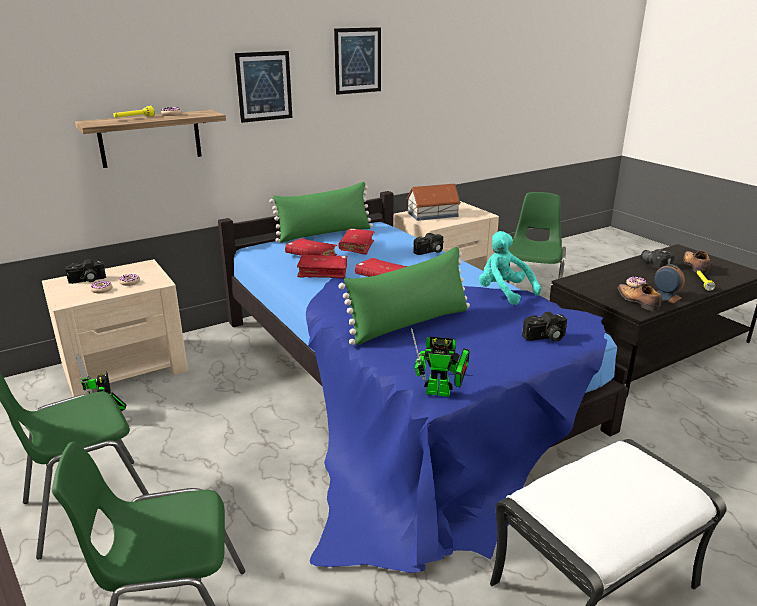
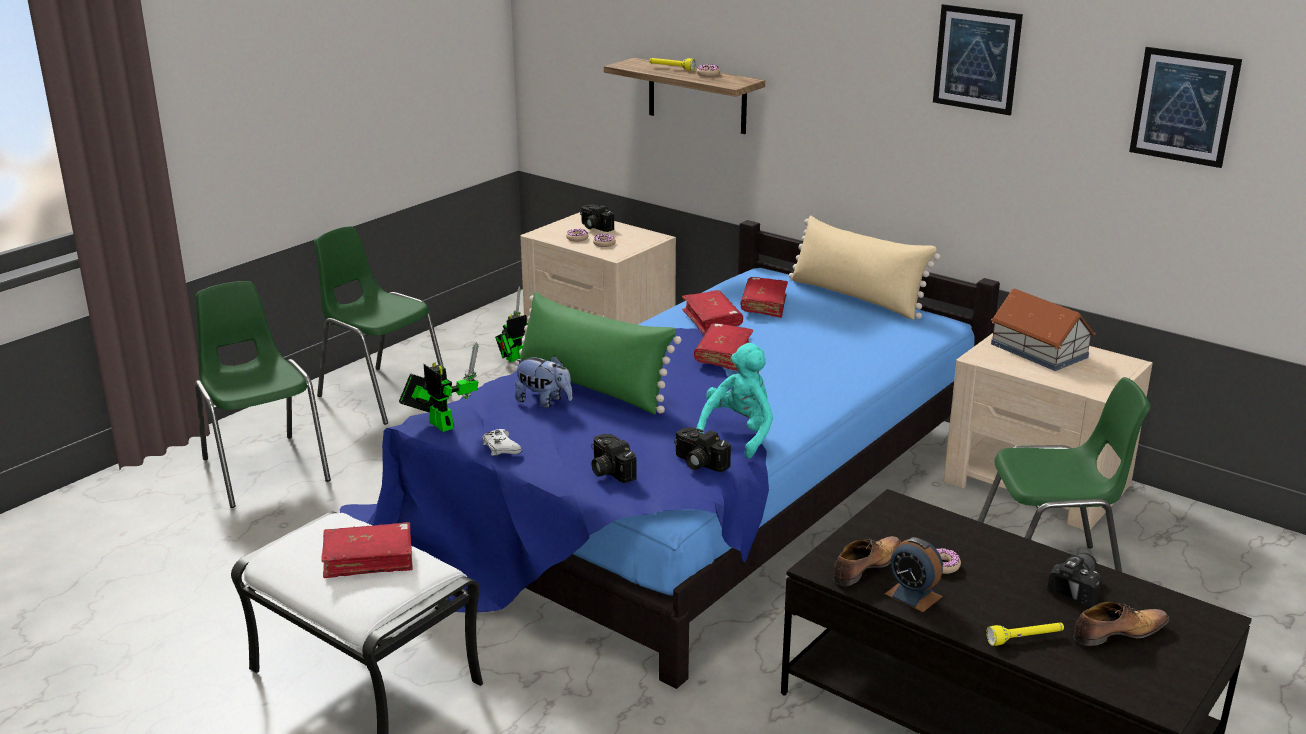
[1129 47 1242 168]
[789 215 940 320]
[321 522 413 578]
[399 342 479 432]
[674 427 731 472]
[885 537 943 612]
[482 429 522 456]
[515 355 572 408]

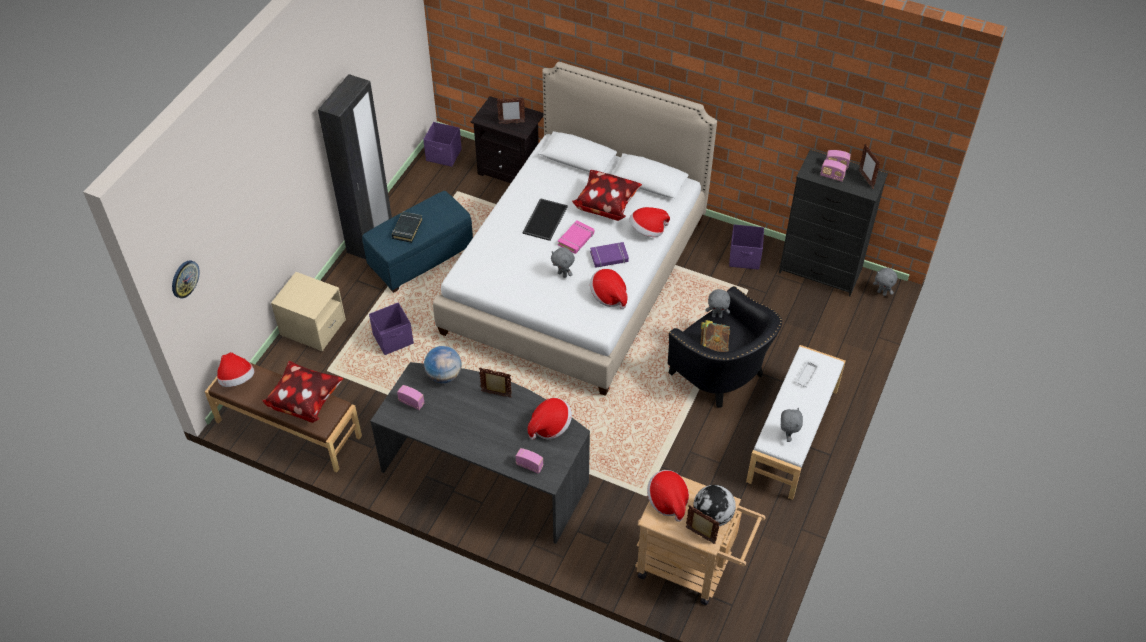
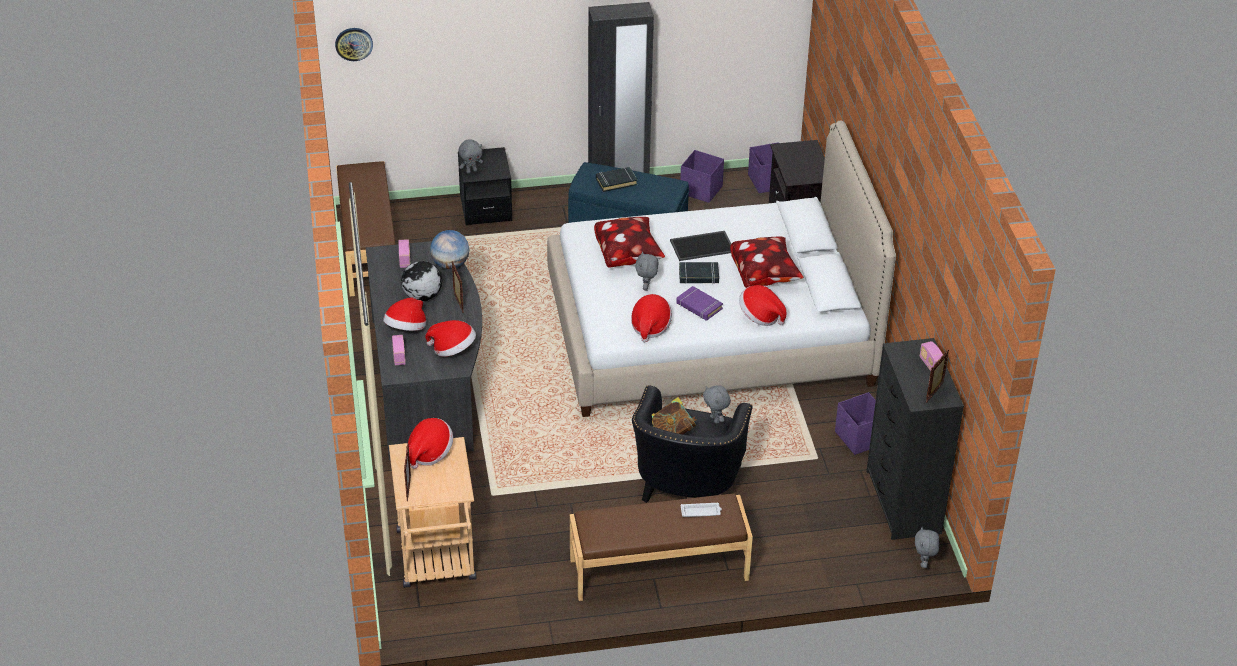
[383 297 426 331]
[594 217 665 267]
[458 147 512 225]
[680 150 724 203]
[497 97 525 124] (first image)
[679 262 719 284]
[401 261 442 301]
[570 493 753 601]
[459 139 483 173]
[820 160 847 182] (first image)

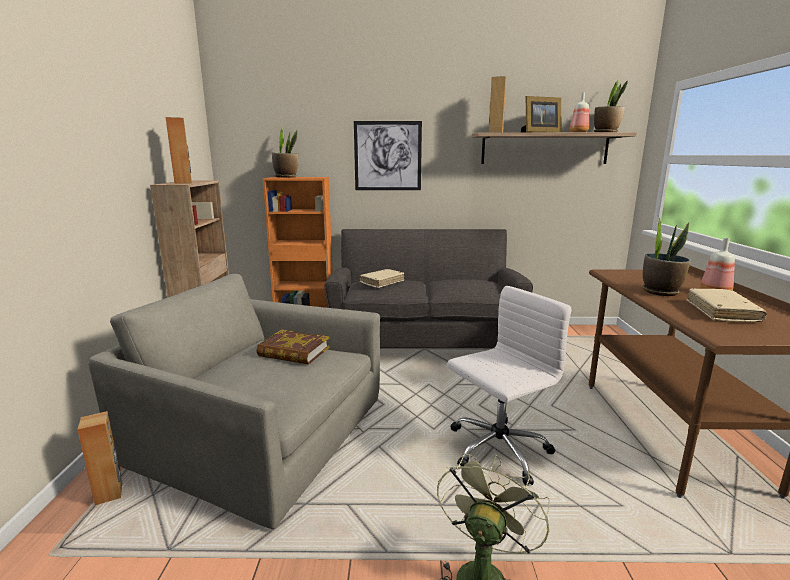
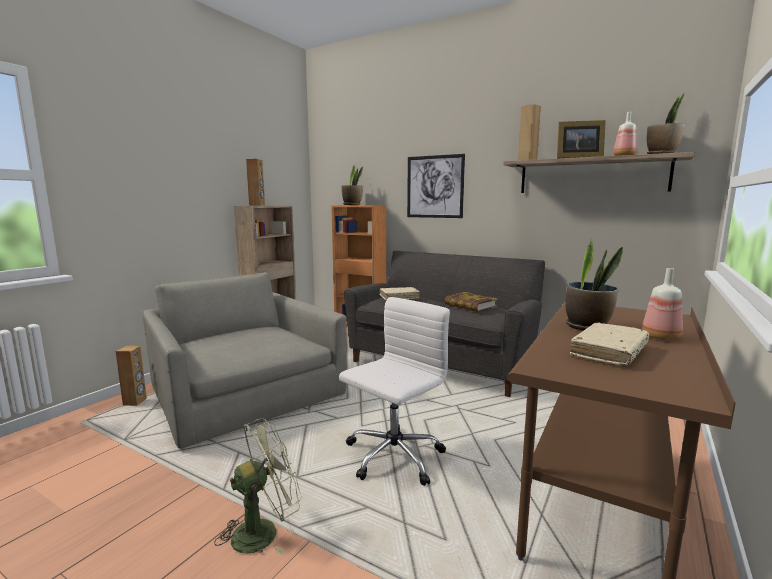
[444 292 498 312]
[339 297 450 486]

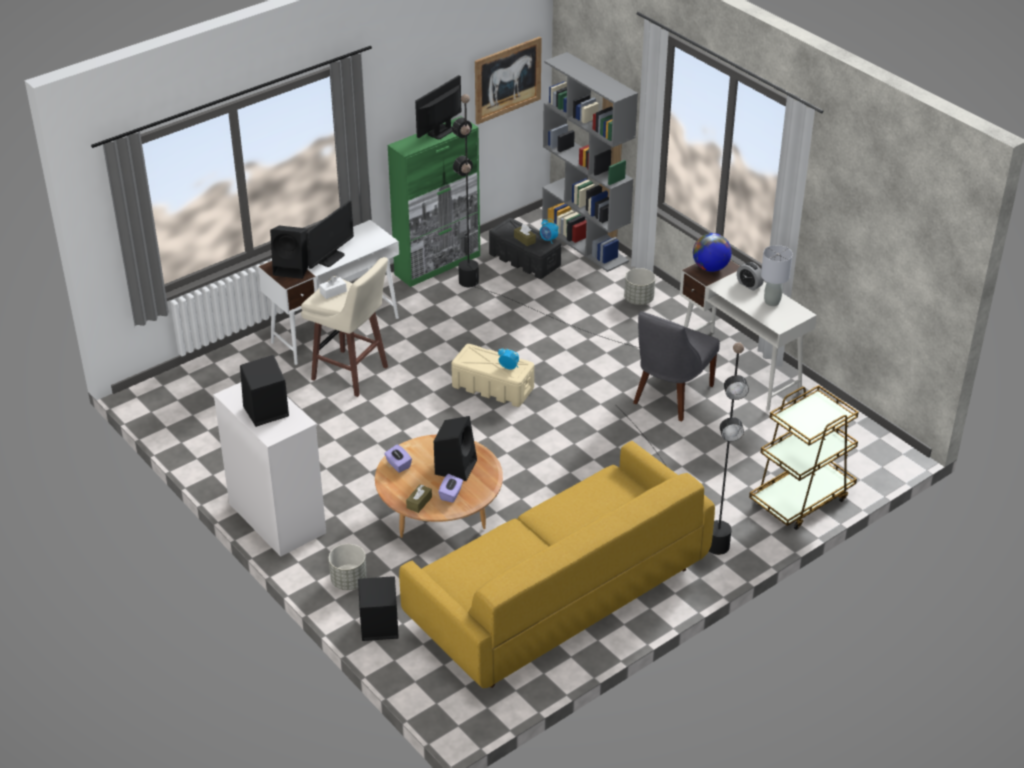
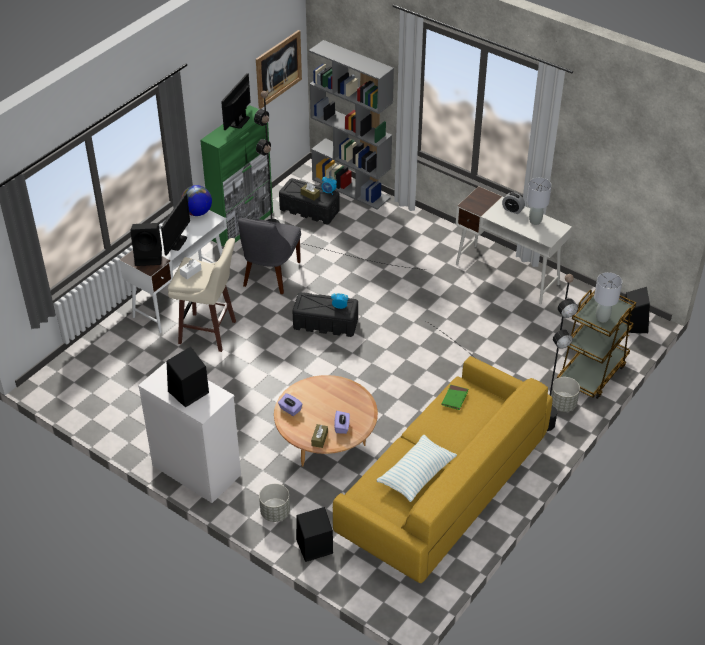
[623 287 650 333]
[293 292 358 337]
[551 377 580 412]
[238 218 301 294]
[181 185 212 216]
[377 435 457 502]
[441 385 468 410]
[594 272 622 322]

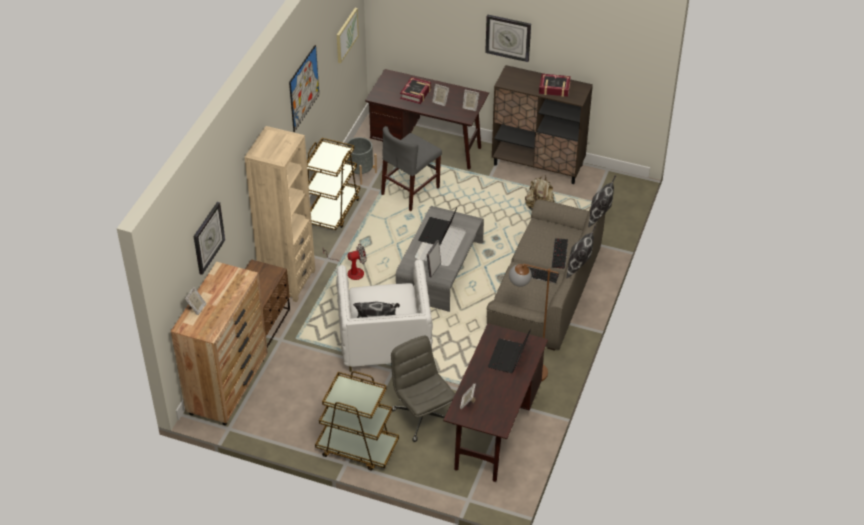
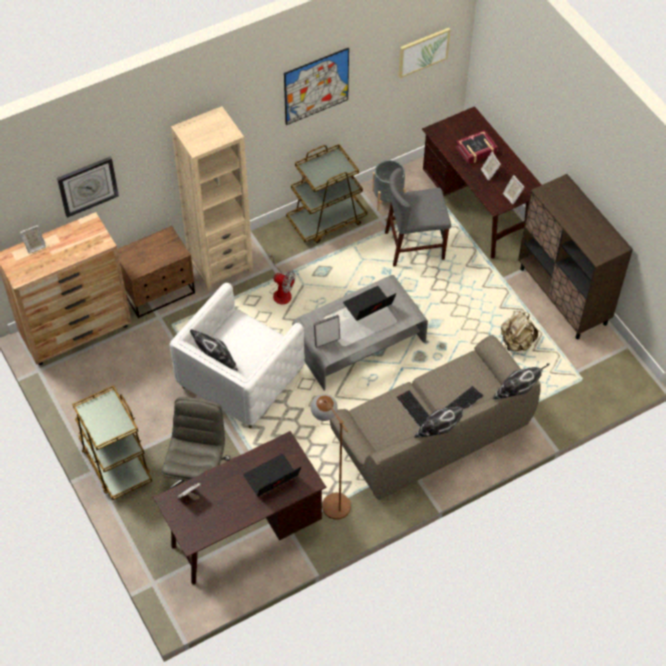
[485 14 531 62] (first image)
[539 74 571 97] (first image)

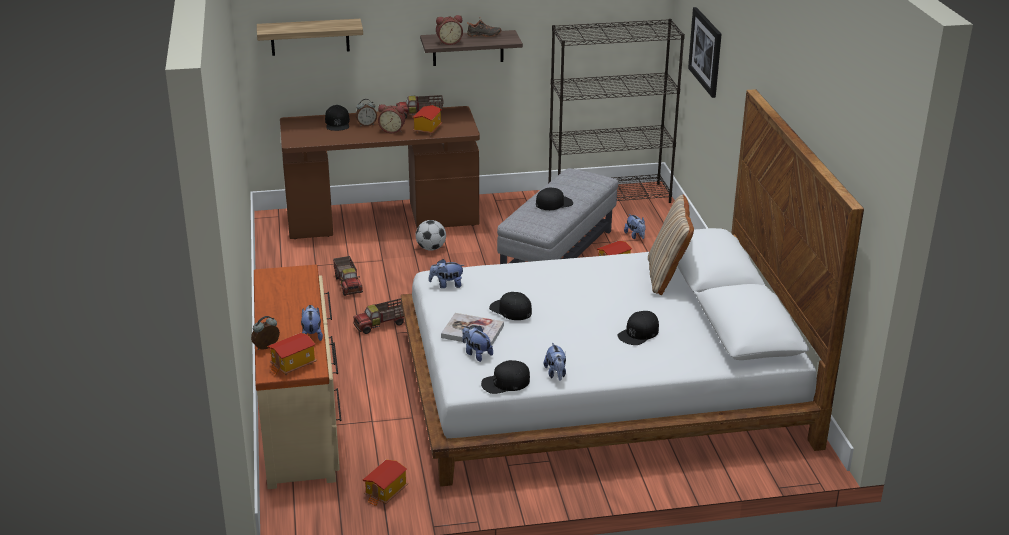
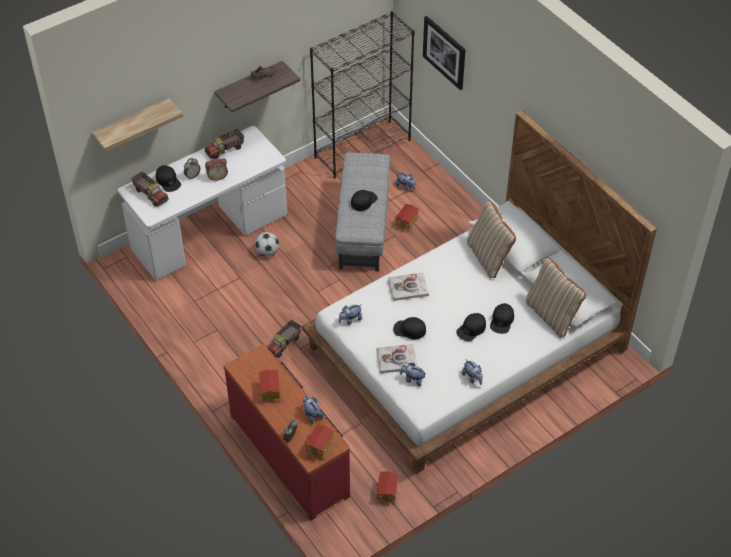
[223 344 350 521]
[118 126 287 280]
[131 171 169 207]
[259 369 281 402]
[436 15 463 45] (first image)
[456 313 486 341]
[388 272 429 301]
[526 257 586 337]

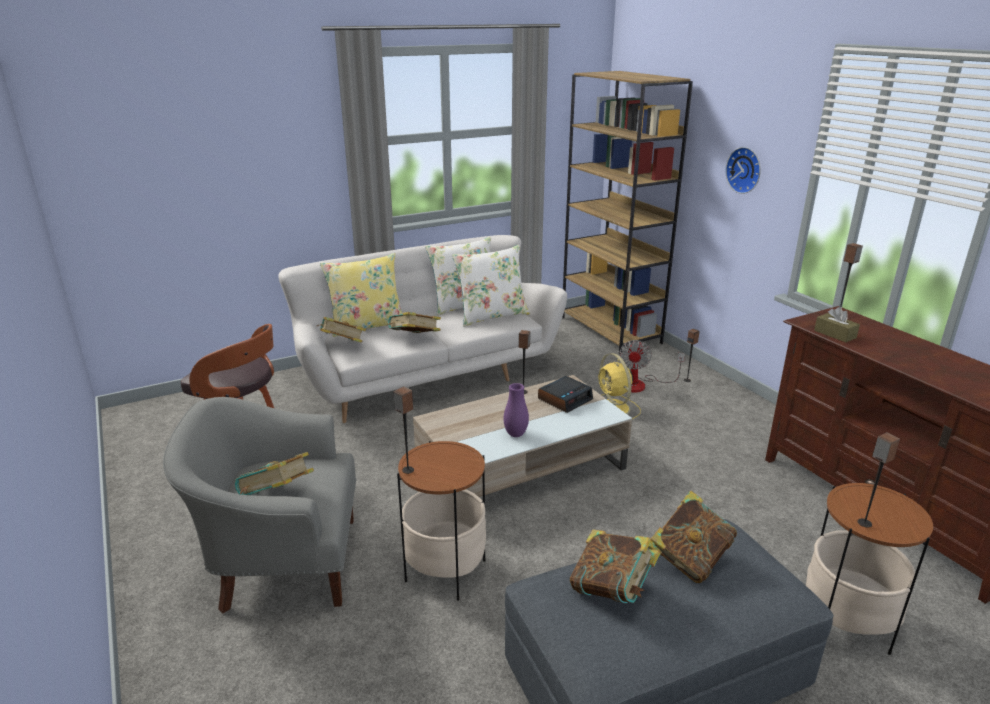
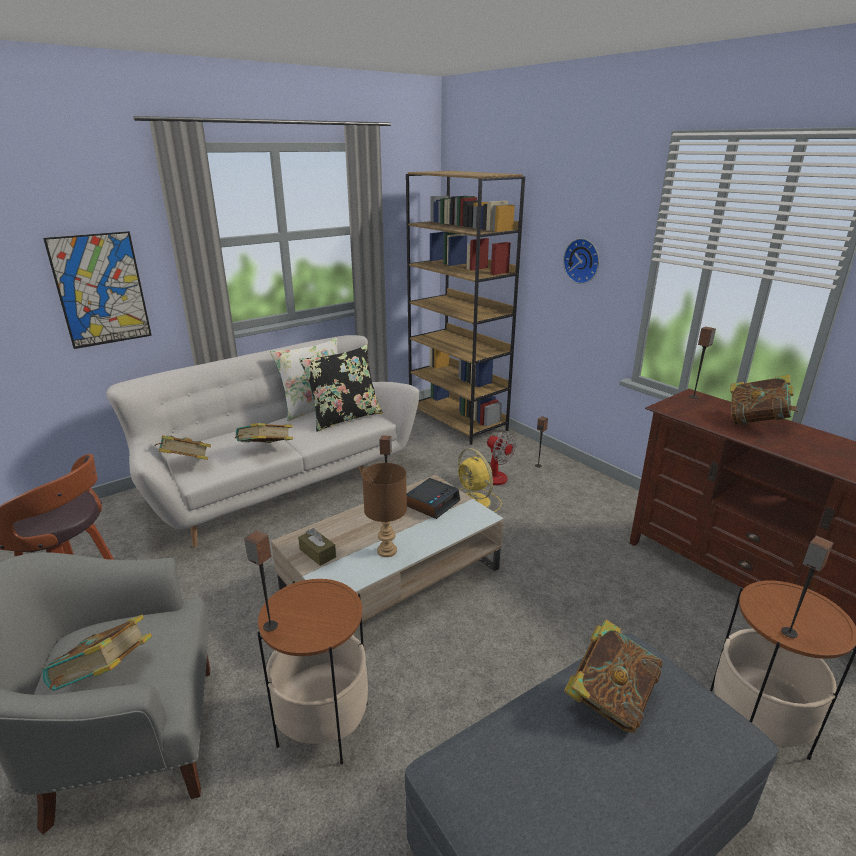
[320 253 402 337] (first image)
[299 345 383 432]
[362 463 407 557]
[730 375 798 425]
[487 431 517 485]
[298 528 336 566]
[43 231 152 349]

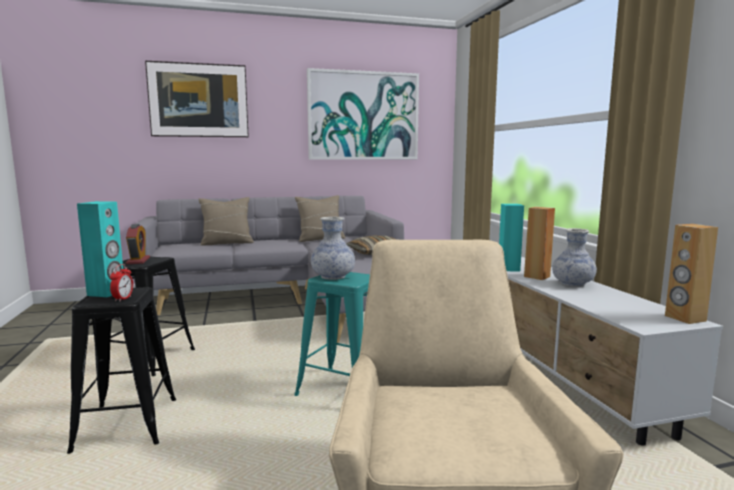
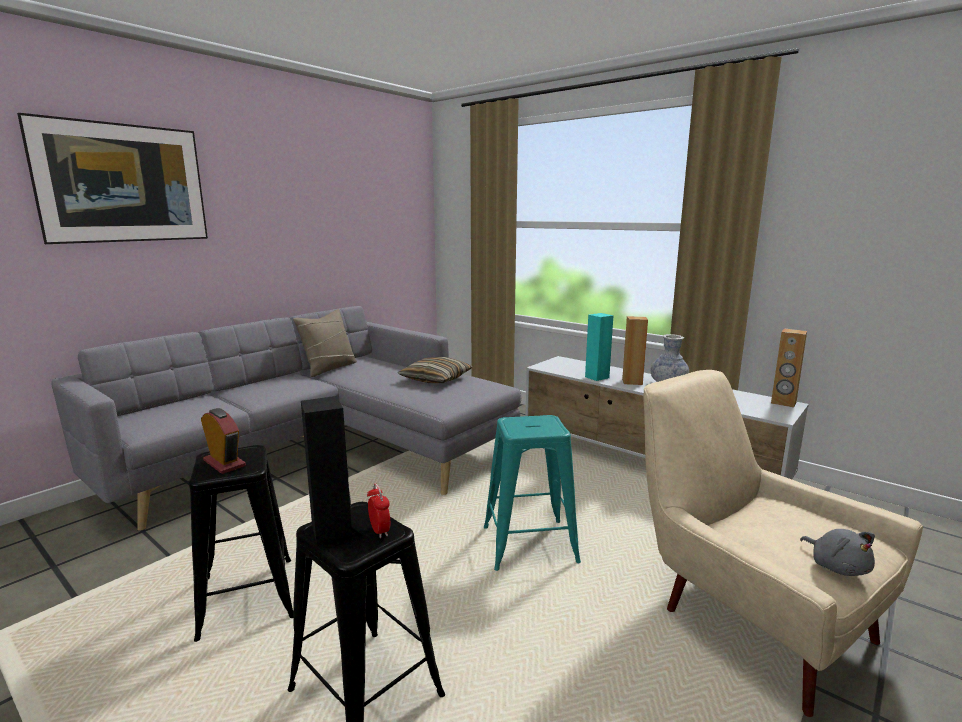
[301 396 352 544]
[199 197 254 246] (first image)
[307 68 419 160] (first image)
[311 217 355 280] (first image)
[800 529 875 576]

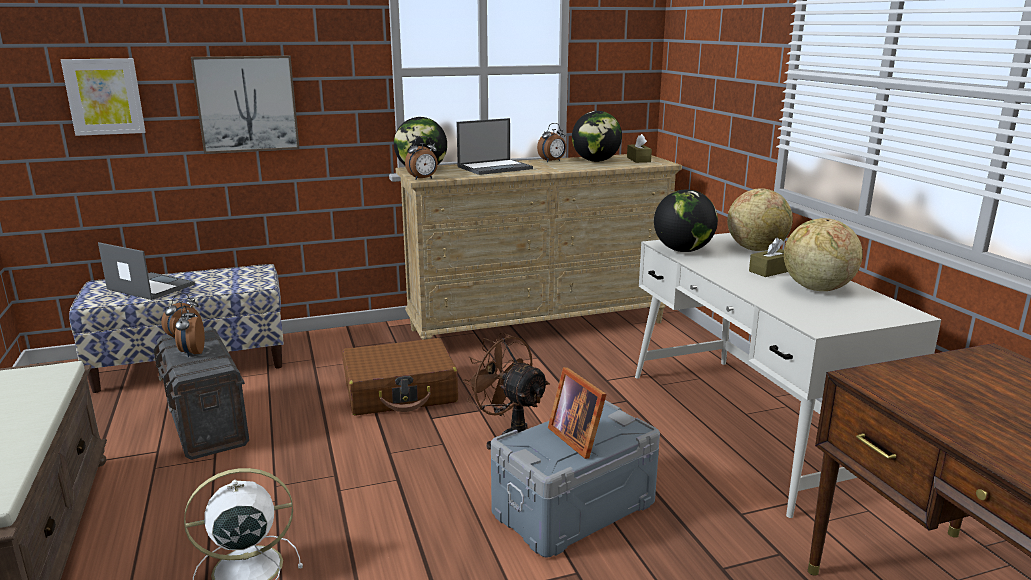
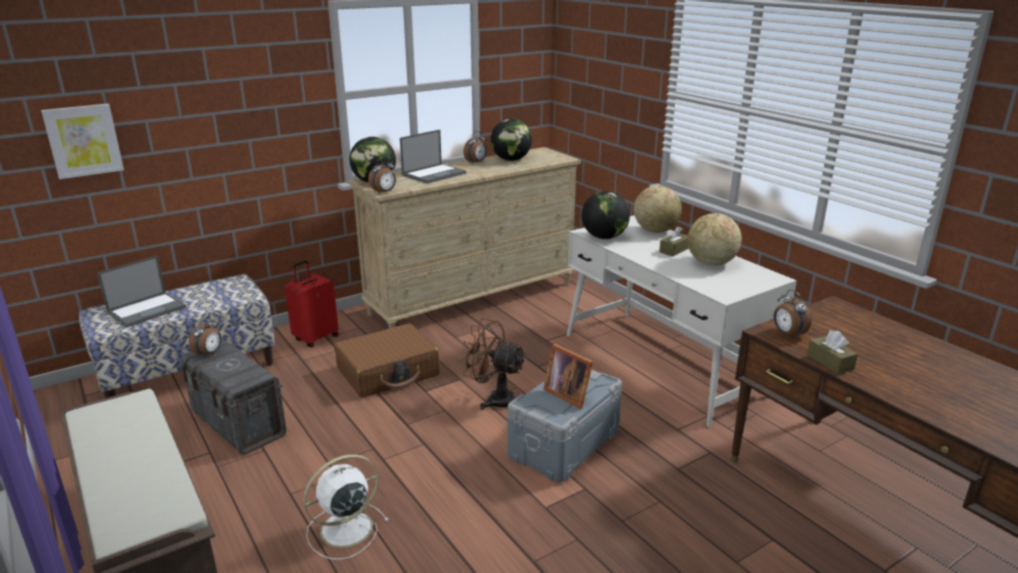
[97 256 186 327]
[774 289 812 339]
[191 56 300 154] (first image)
[807 330 858 374]
[285 260 339 347]

